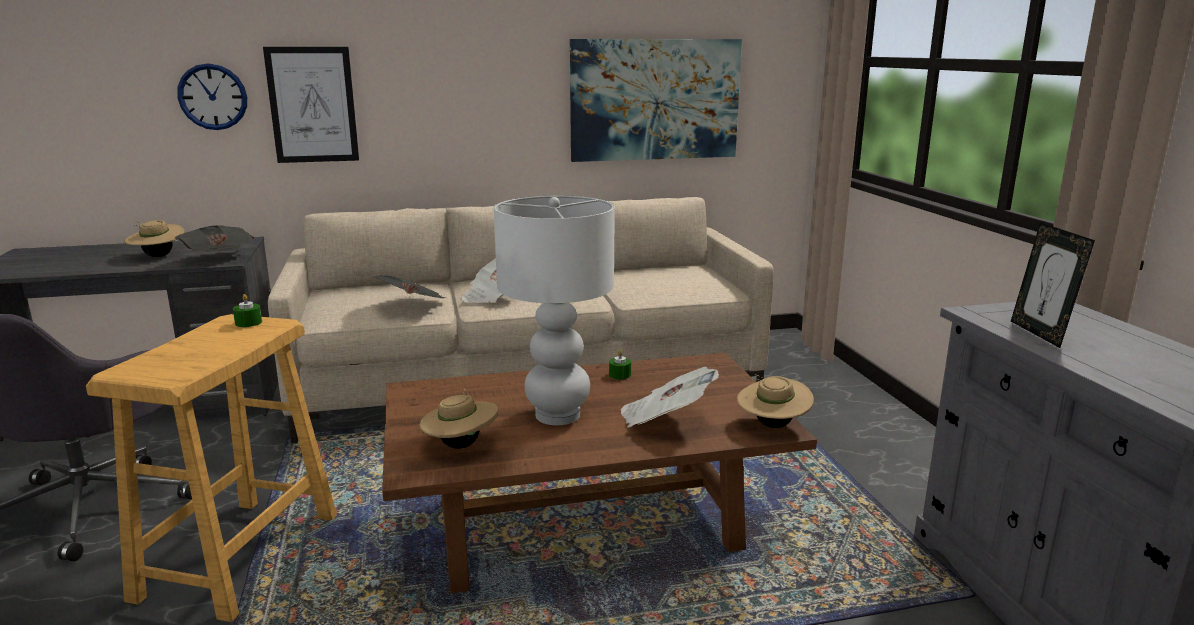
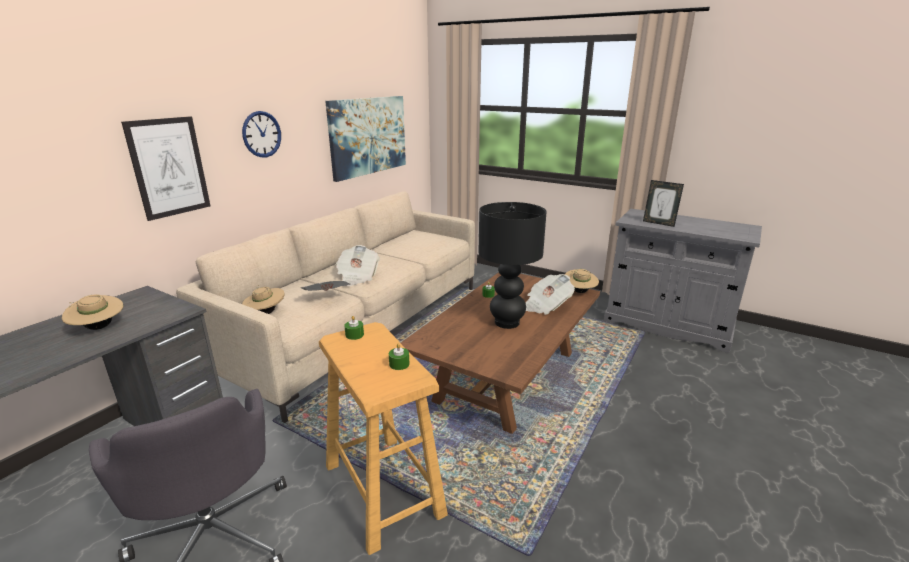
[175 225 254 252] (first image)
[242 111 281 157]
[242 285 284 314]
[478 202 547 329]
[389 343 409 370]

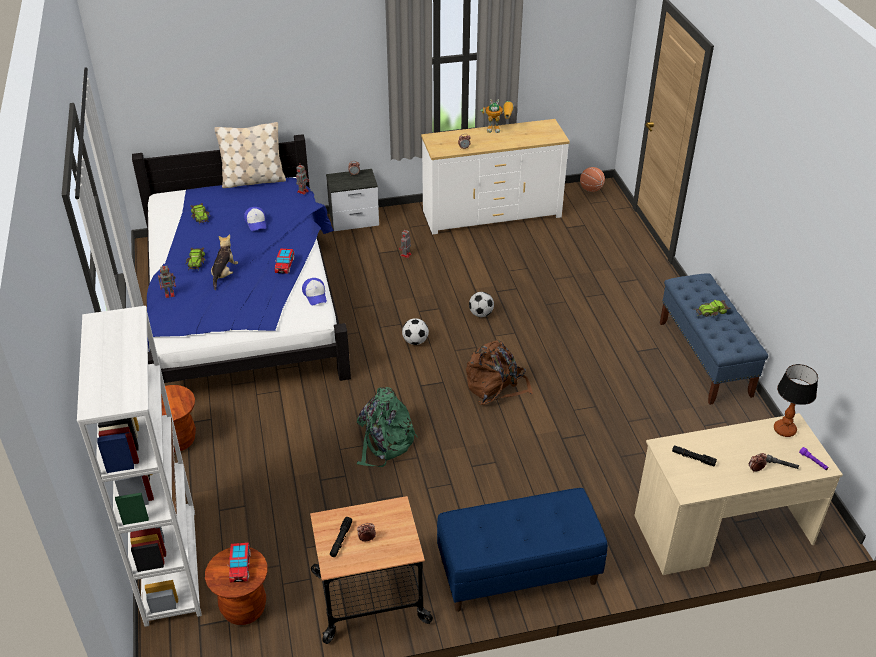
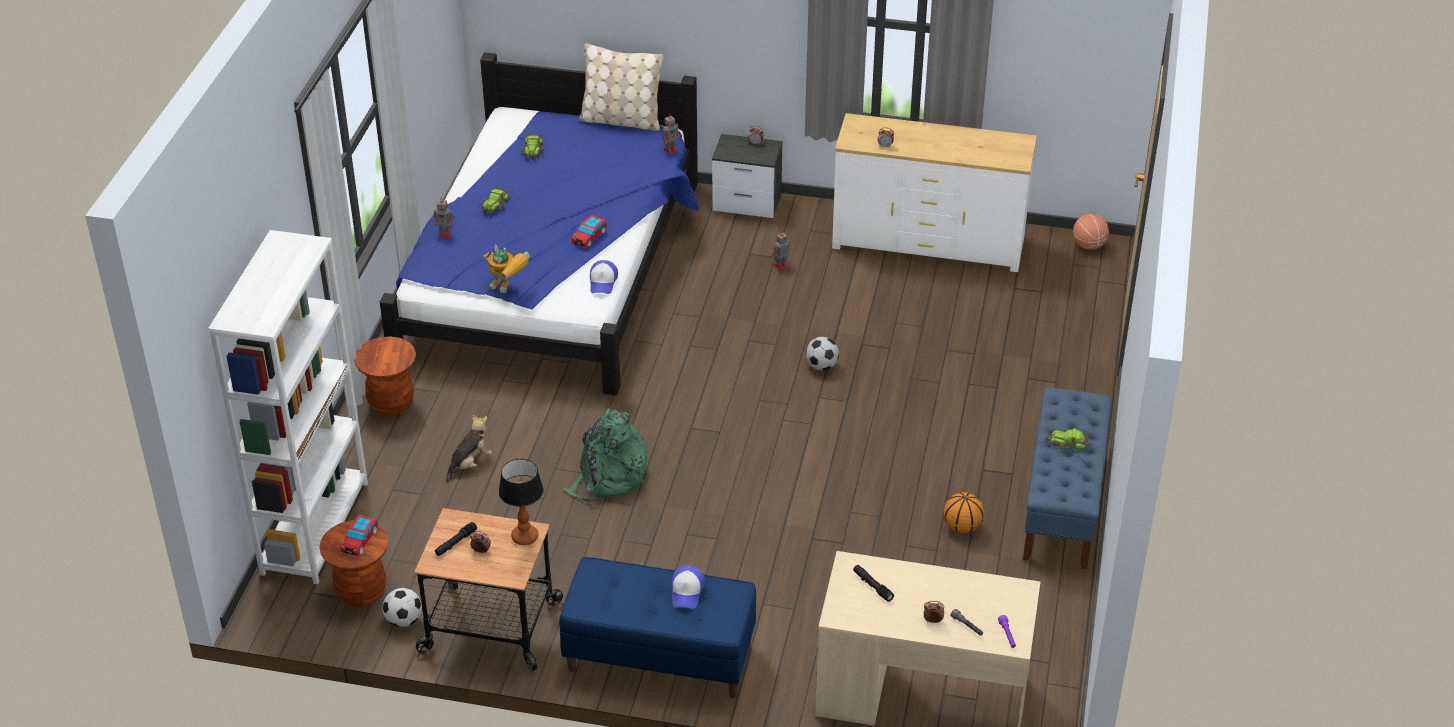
[446 415 492 482]
[672 566 705 609]
[382 588 422 627]
[466 340 533 405] (first image)
[483 245 530 293]
[498 459 544 545]
[943 492 984 533]

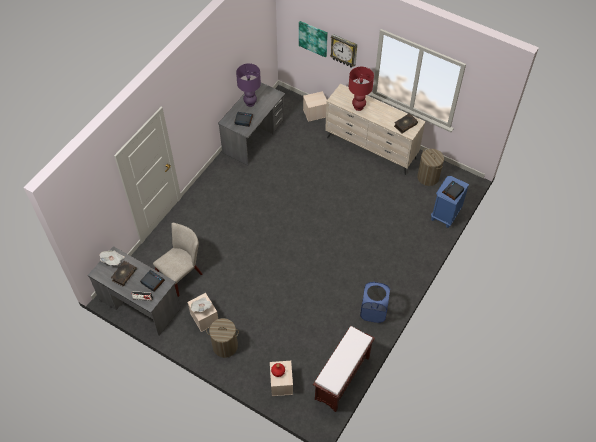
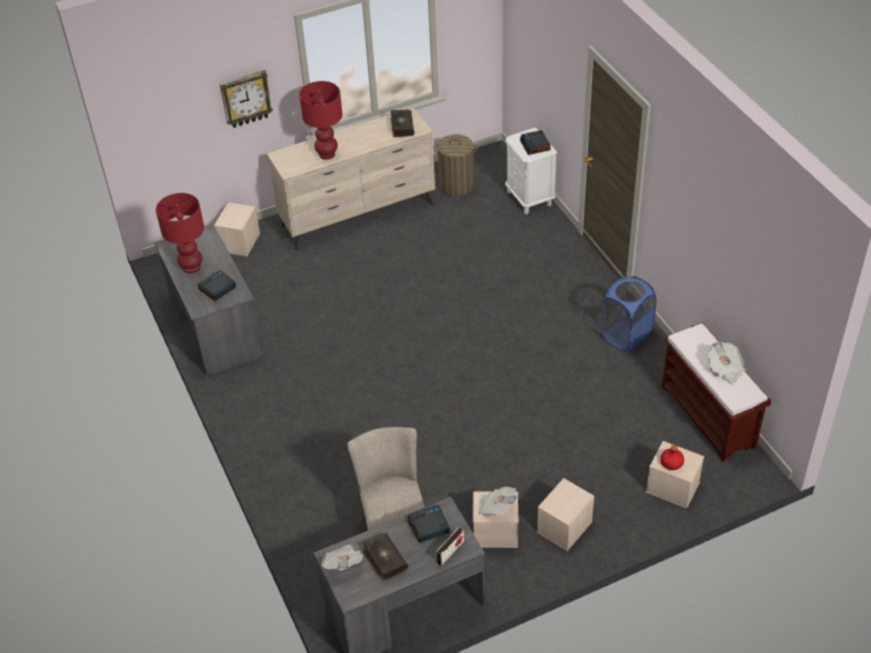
[537 478 595 551]
[156 193 204 273]
[299 21 328 58] (first image)
[505 127 557 214]
[707 341 746 384]

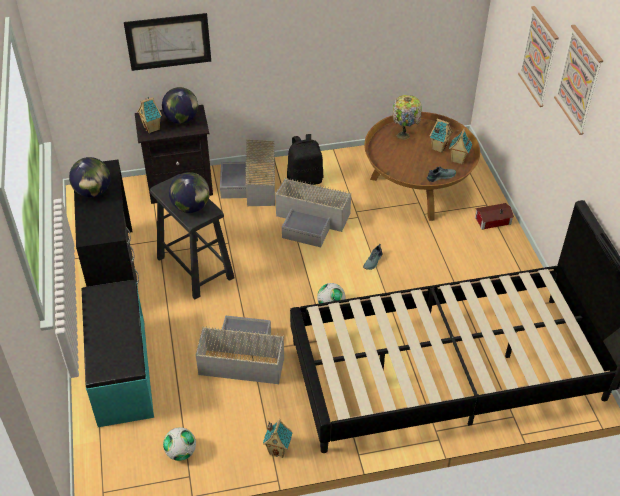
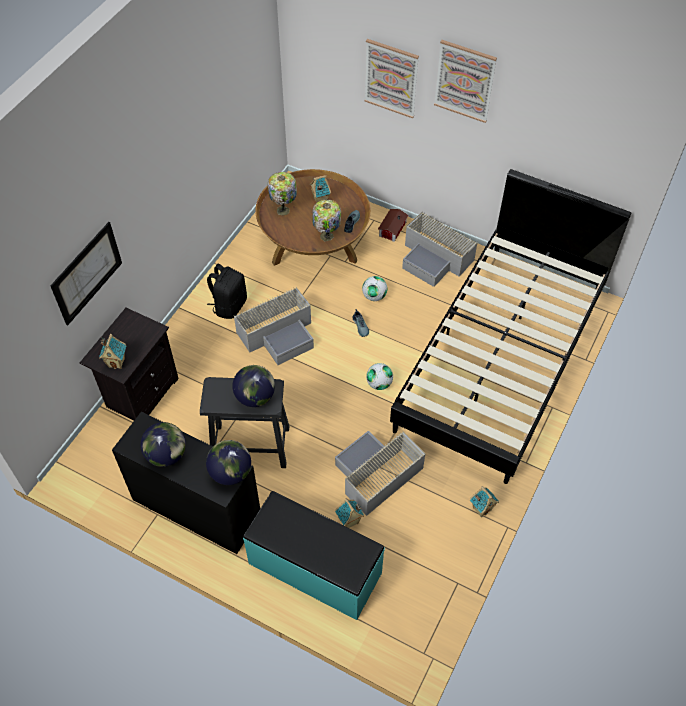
[206 440 251 485]
[362 276 387 301]
[402 211 478 287]
[335 498 364 528]
[312 200 341 241]

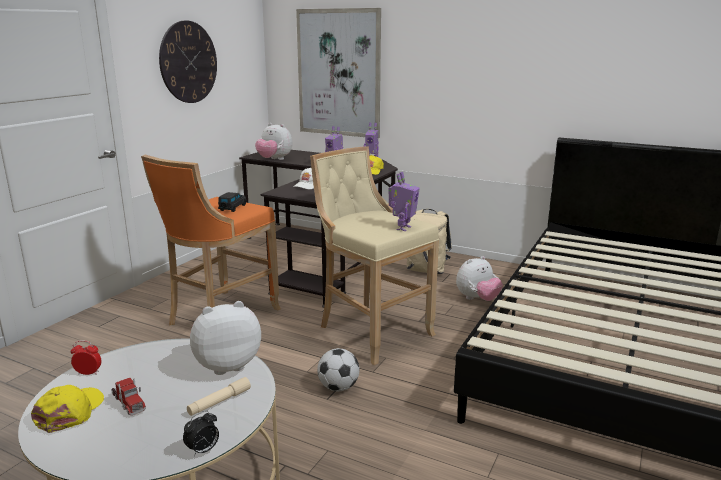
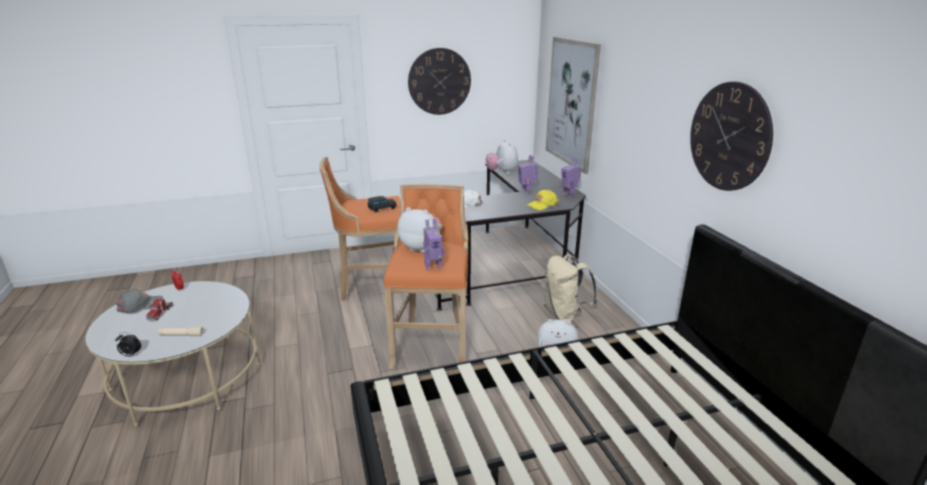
[116 289 163 313]
[397 207 441 252]
[384 184 468 369]
[317 348 360 391] (first image)
[690 82 773 191]

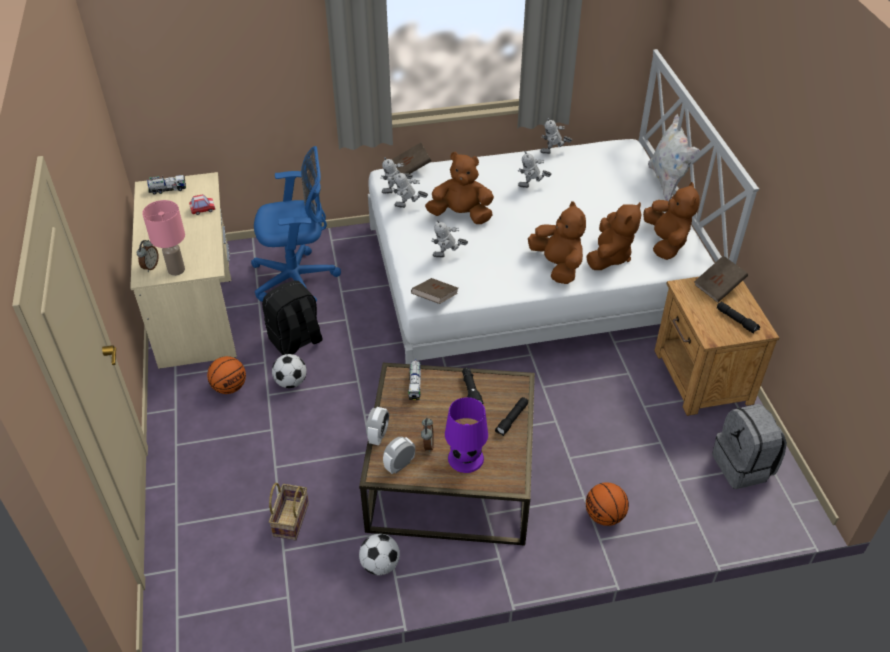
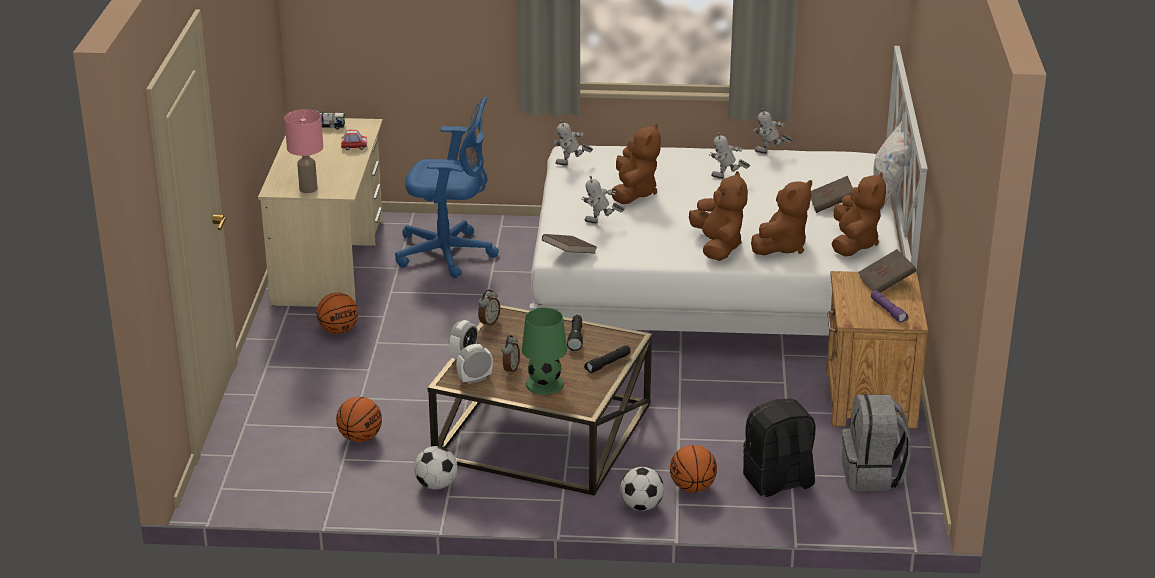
[478 289 500 327]
[743 398 816 497]
[336 397 382 442]
[620 467 664 511]
[391 170 428 208] (first image)
[811 176 853 213]
[408 359 421 400] (first image)
[611 124 661 204]
[522 308 567 395]
[871 290 909 323]

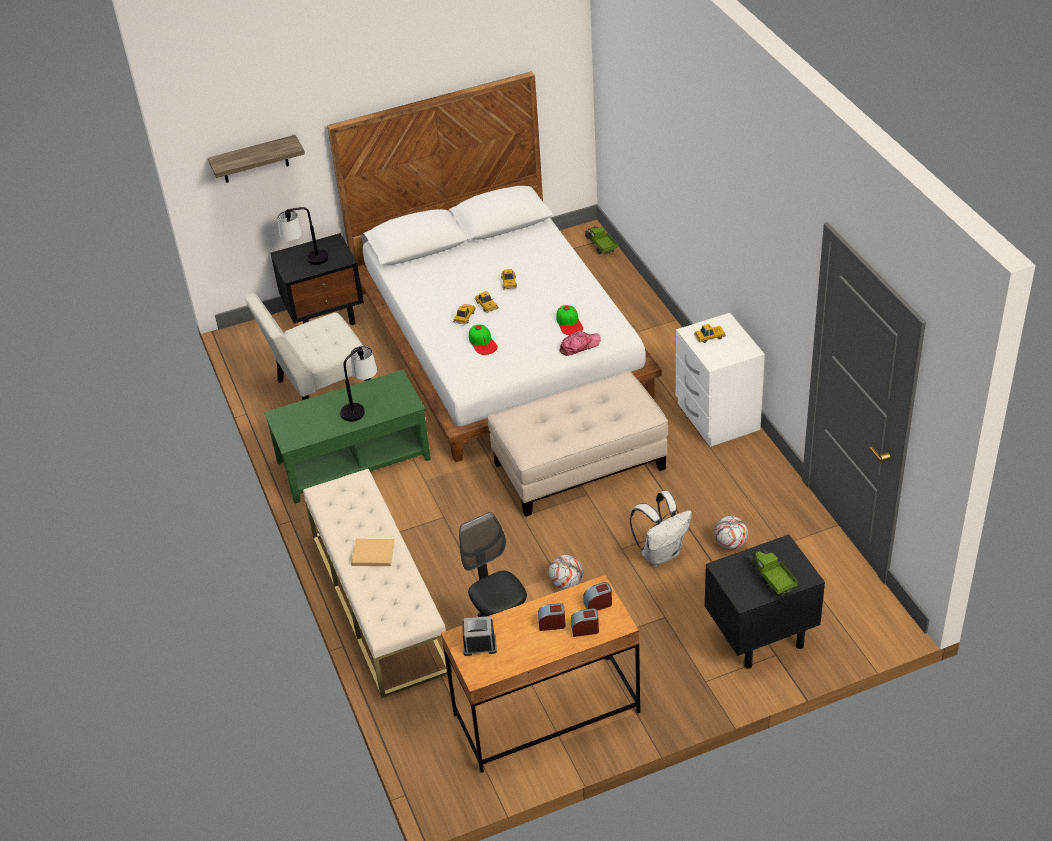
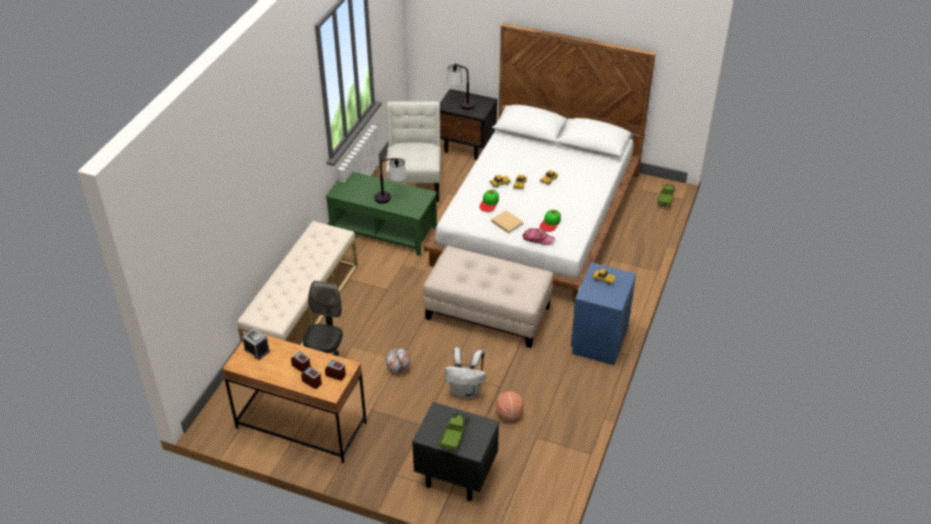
[208 135 305 183] (first image)
[386 101 441 202]
[491 210 523 233]
[571 262 636 365]
[496 391 524 420]

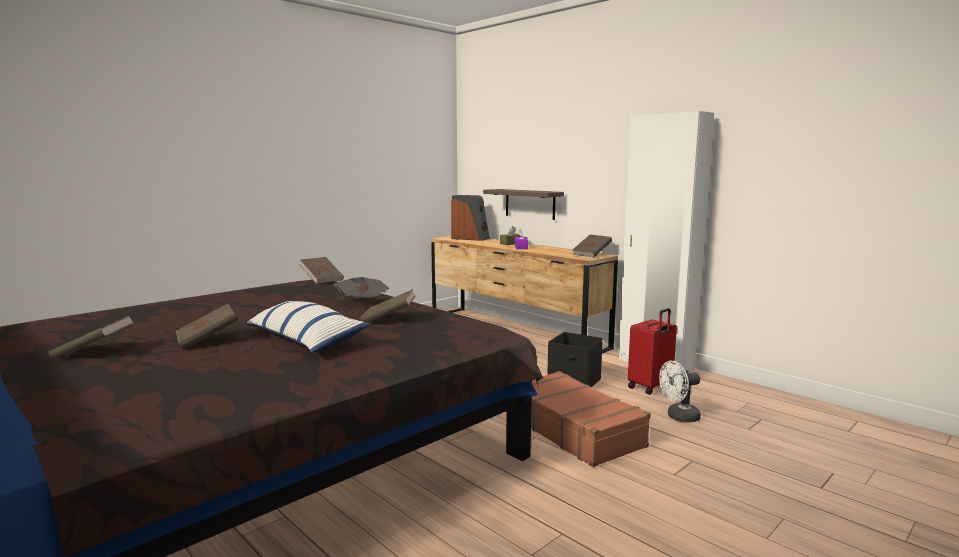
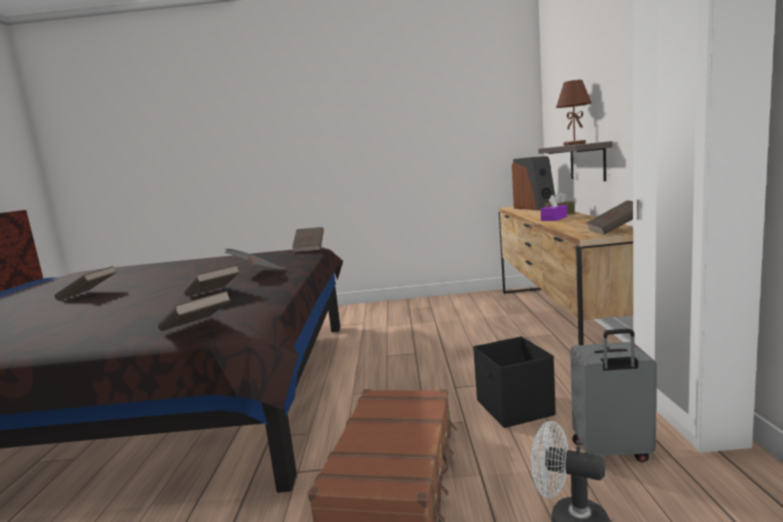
[158 290 231 331]
[245 301 371 352] (first image)
[570 328 657 462]
[556 80 592 146]

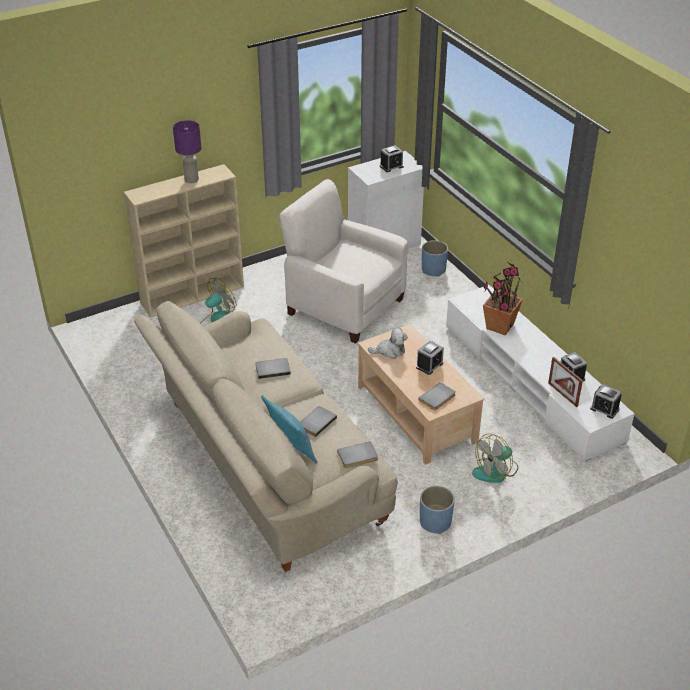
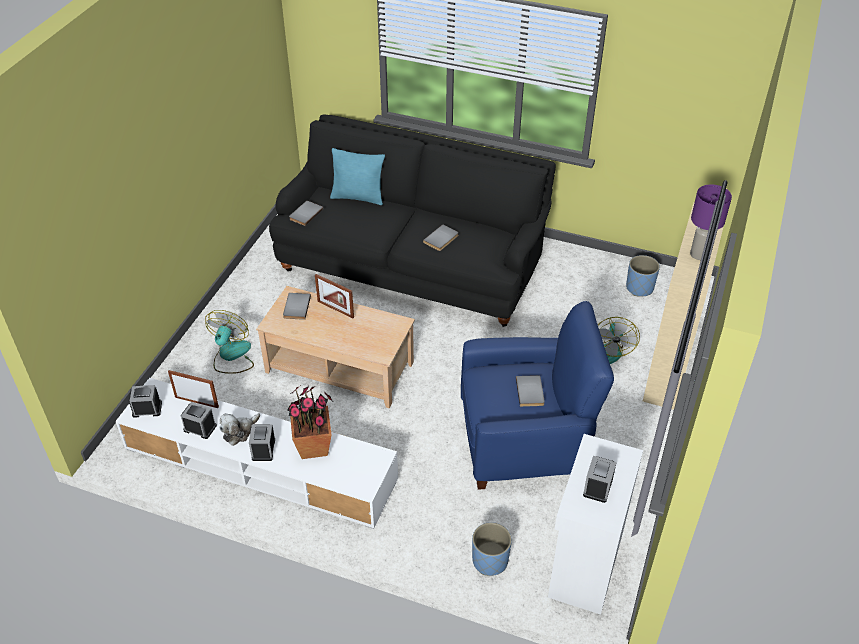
[269 114 556 327]
[461 301 614 490]
[516 375 545 407]
[219 413 260 446]
[249 424 275 461]
[626 255 660 296]
[315 274 354 318]

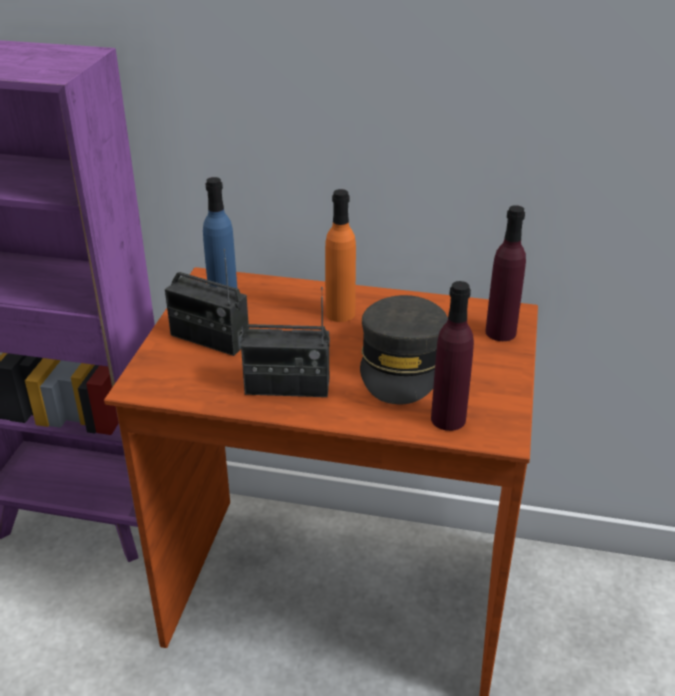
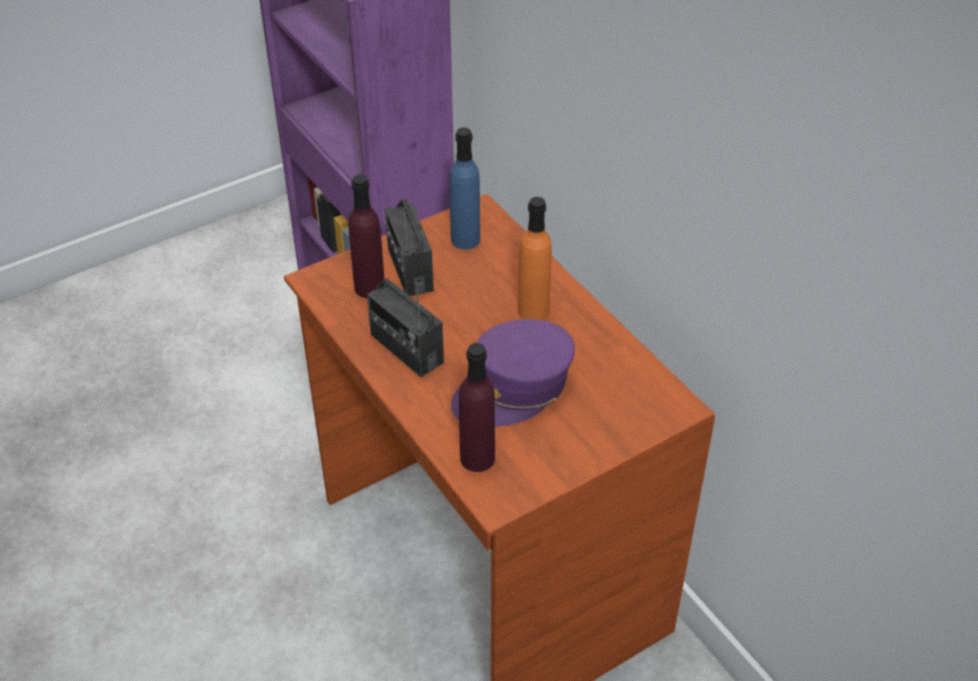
[451 319 575 427]
[348 174 384 298]

